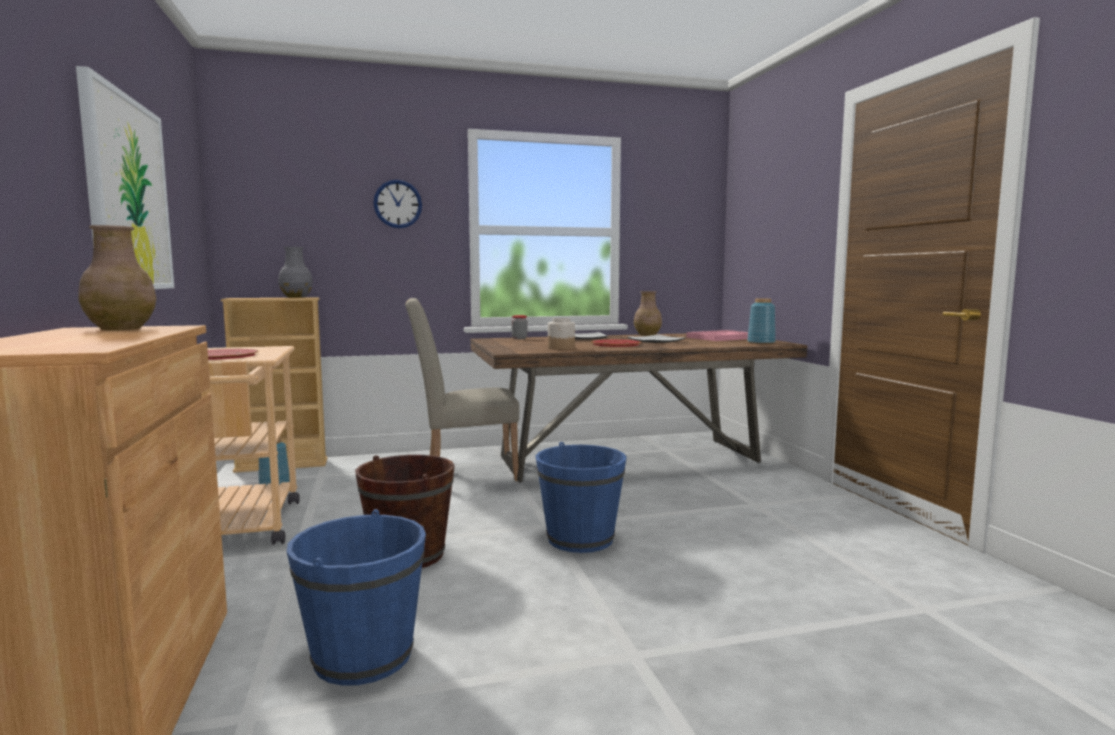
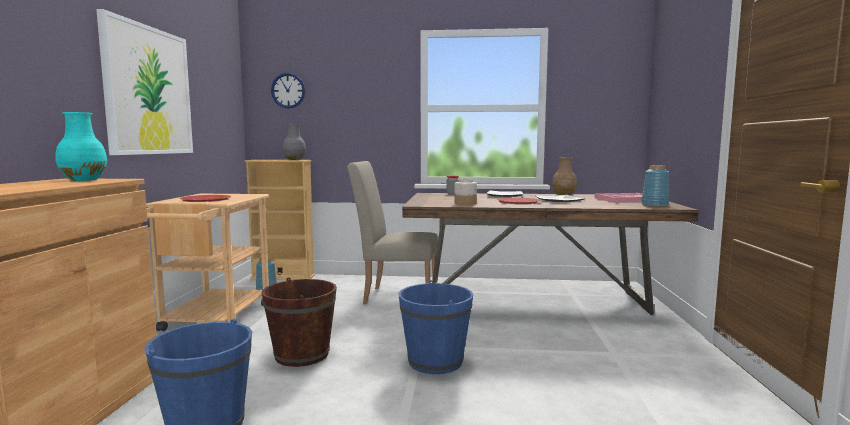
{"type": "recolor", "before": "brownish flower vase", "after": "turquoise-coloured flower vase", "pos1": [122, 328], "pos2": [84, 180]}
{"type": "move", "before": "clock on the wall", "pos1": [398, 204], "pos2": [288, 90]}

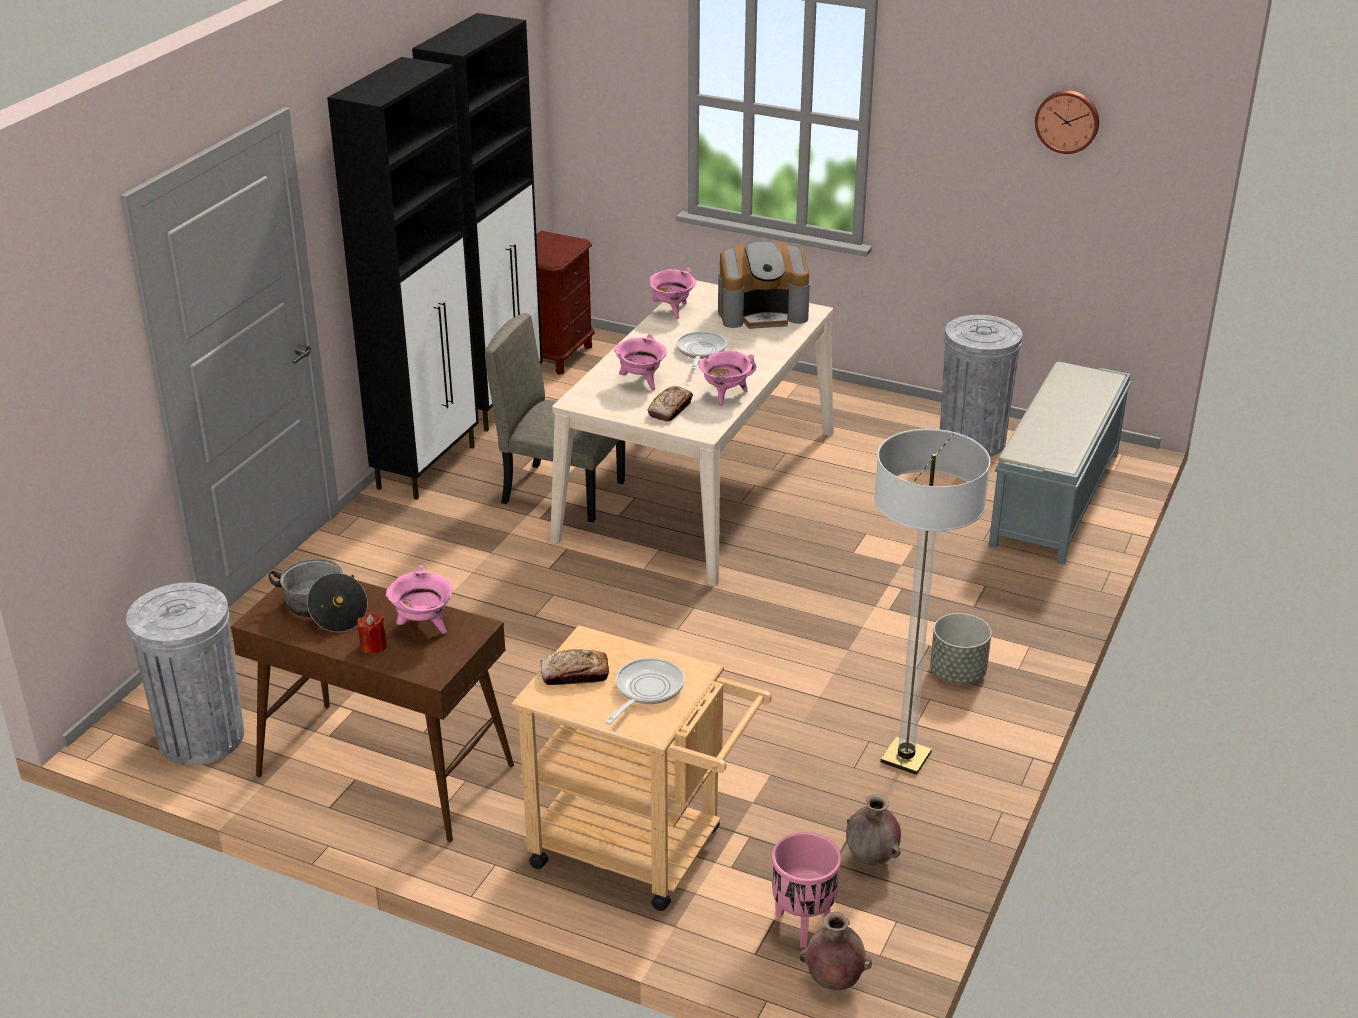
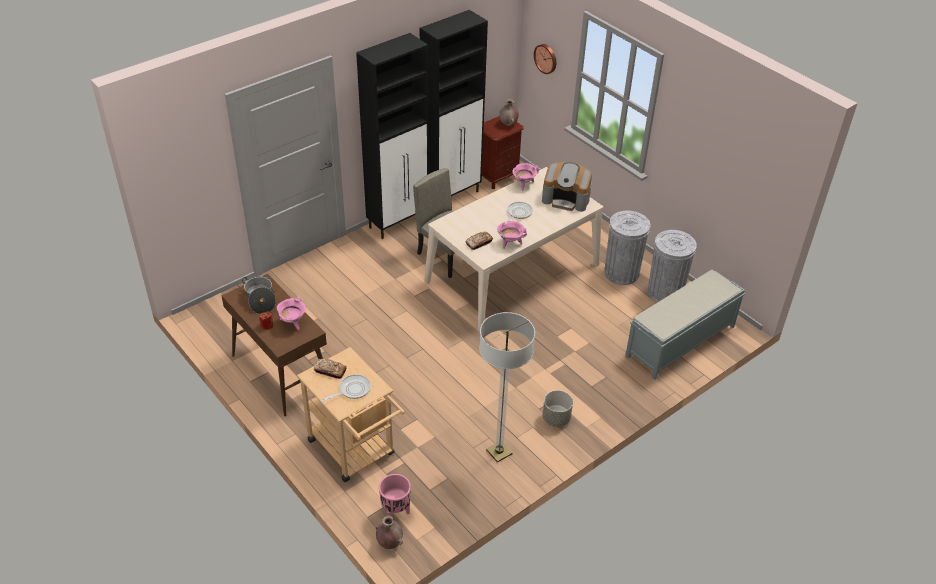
{"type": "move", "before": "brownish flower vase", "pos1": [871, 858], "pos2": [508, 124]}
{"type": "move", "before": "clock on the wall", "pos1": [1067, 121], "pos2": [546, 58]}
{"type": "move", "before": "gray rubbish bin", "pos1": [201, 737], "pos2": [621, 273]}
{"type": "delete", "before": "pinkish stockpot", "pos1": [641, 382]}

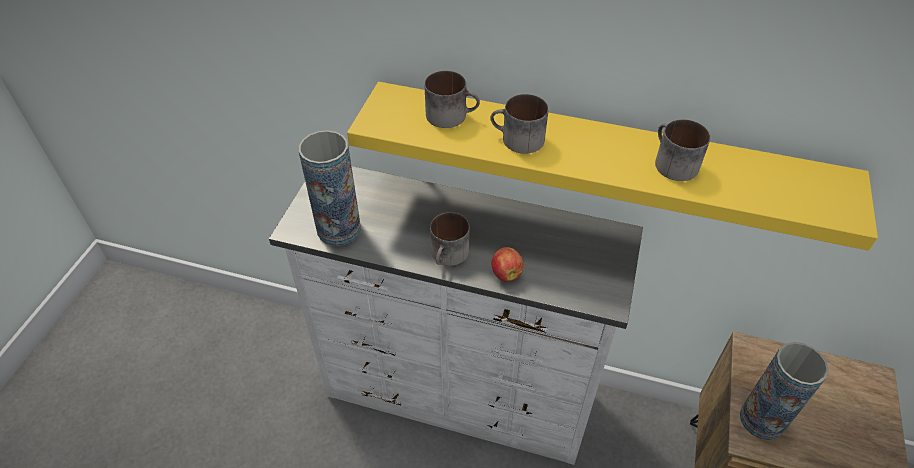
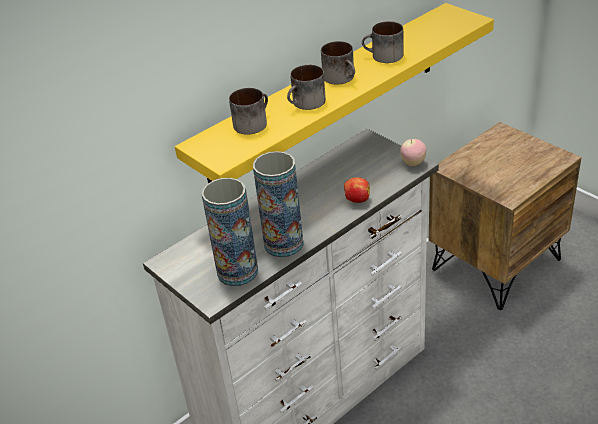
{"type": "move", "before": "flower vase", "pos1": [762, 419], "pos2": [283, 244]}
{"type": "move", "before": "tea mug", "pos1": [449, 256], "pos2": [342, 77]}
{"type": "insert", "after": "whole apple", "pos2": [413, 163]}

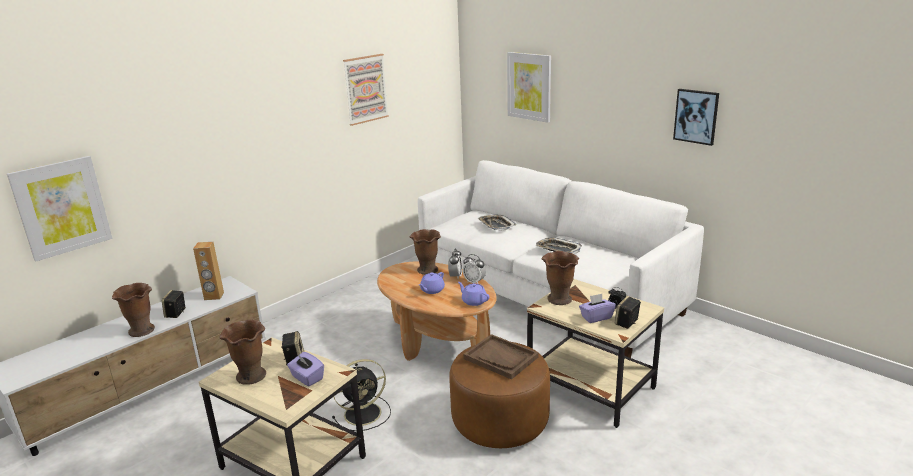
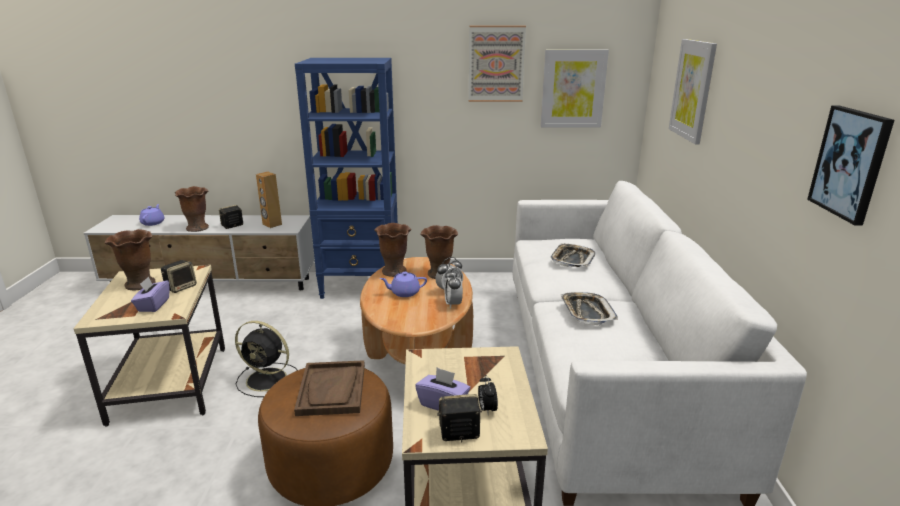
{"type": "move", "before": "purple teapot", "pos1": [473, 301], "pos2": [153, 223]}
{"type": "insert", "after": "blue shelving unit", "pos2": [361, 286]}
{"type": "move", "before": "brownish flower vase", "pos1": [559, 299], "pos2": [394, 271]}
{"type": "move", "before": "wall picture", "pos1": [61, 207], "pos2": [573, 89]}

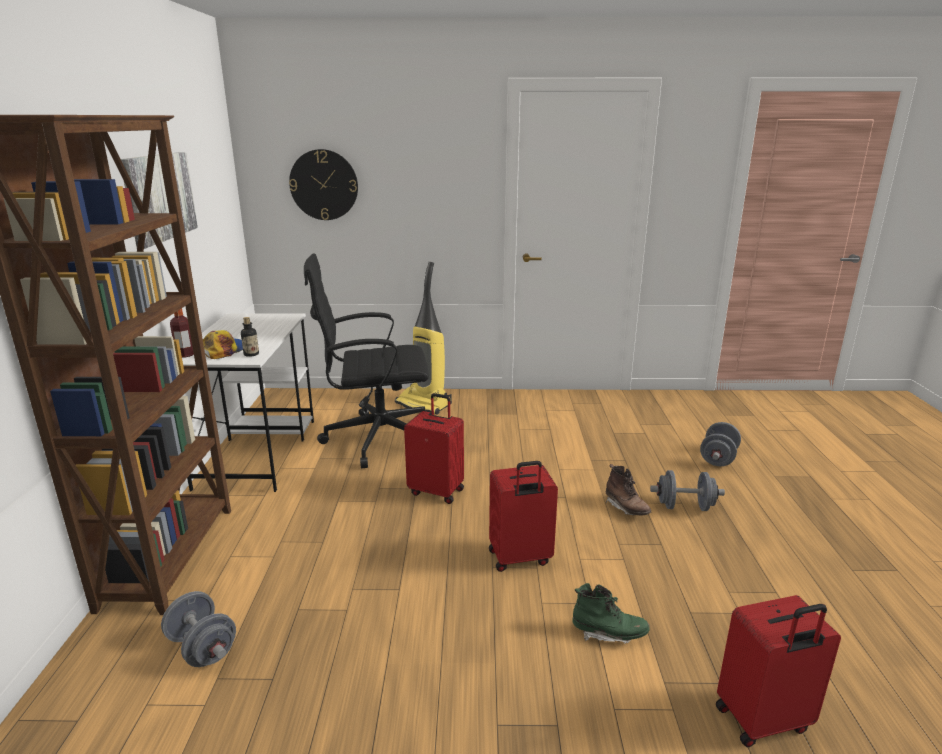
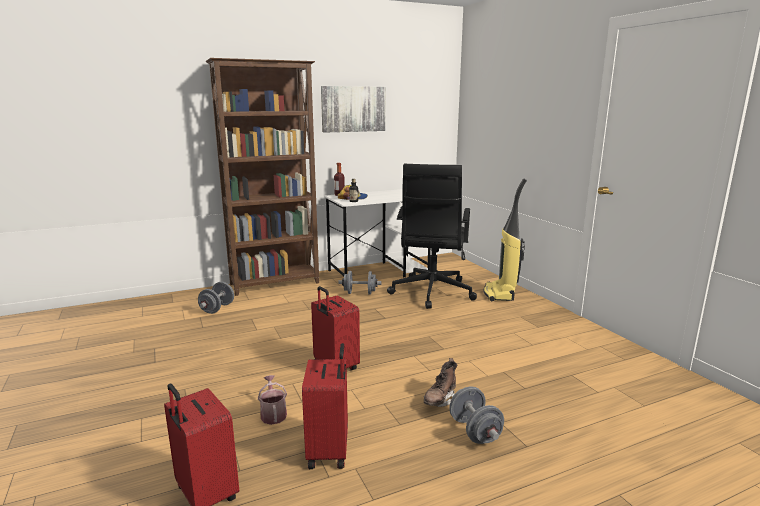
{"type": "replace", "before": "green-coloured boot", "after": "sprinkling can", "pos1": [608, 633], "pos2": [273, 414]}
{"type": "move", "before": "red travel case", "pos1": [437, 491], "pos2": [329, 451]}
{"type": "move", "before": "gray free weight", "pos1": [718, 458], "pos2": [360, 293]}
{"type": "rotate", "before": "blackish computer chair", "pos1": [376, 438], "pos2": [431, 293], "turn": -135}
{"type": "delete", "before": "clock on the wall", "pos1": [324, 185]}

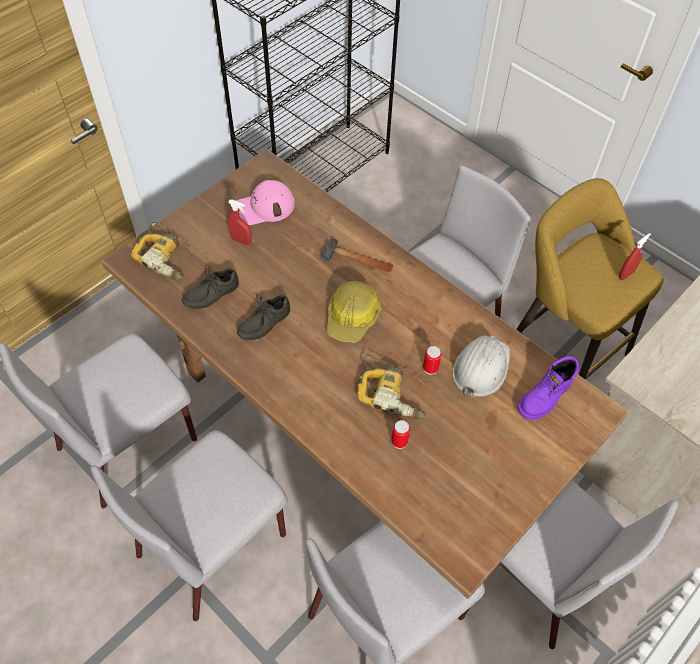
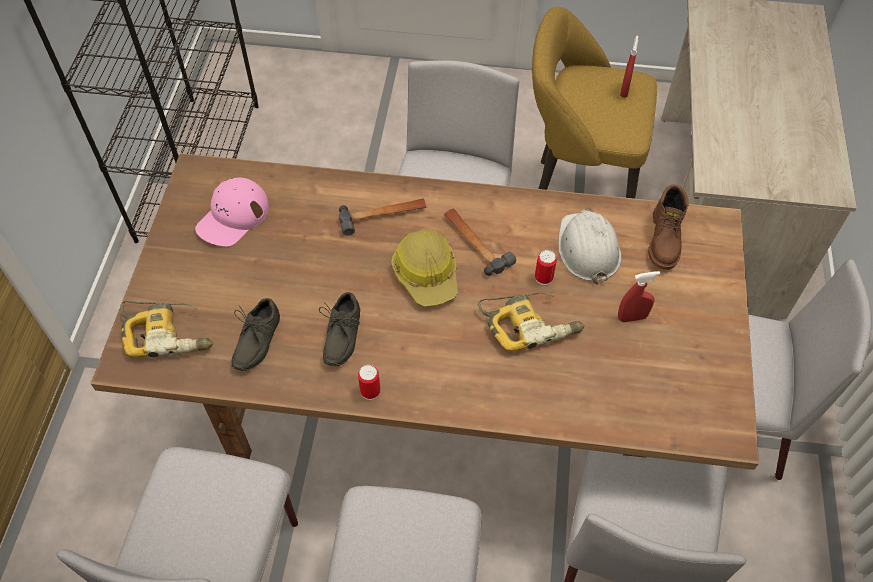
{"type": "move", "before": "metal can", "pos1": [399, 441], "pos2": [370, 391]}
{"type": "insert", "after": "hand hammer", "pos2": [475, 243]}
{"type": "move", "before": "red sprayer", "pos1": [241, 240], "pos2": [632, 317]}
{"type": "recolor", "before": "purple boot", "after": "brownish boot", "pos1": [546, 397], "pos2": [665, 240]}

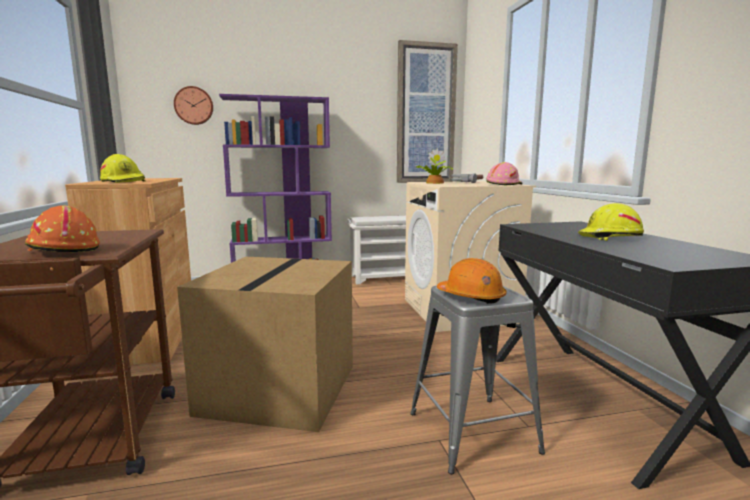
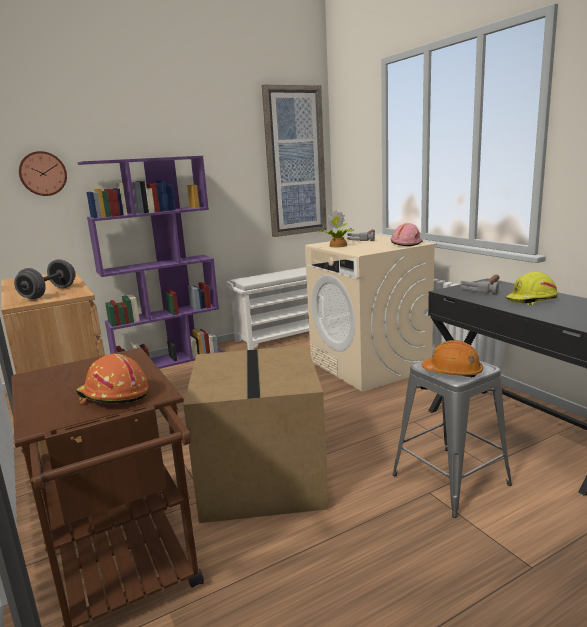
{"type": "replace", "before": "yellow safety helmet", "after": "gray free weight", "pos1": [124, 181], "pos2": [49, 293]}
{"type": "insert", "after": "hand hammer", "pos2": [483, 288]}

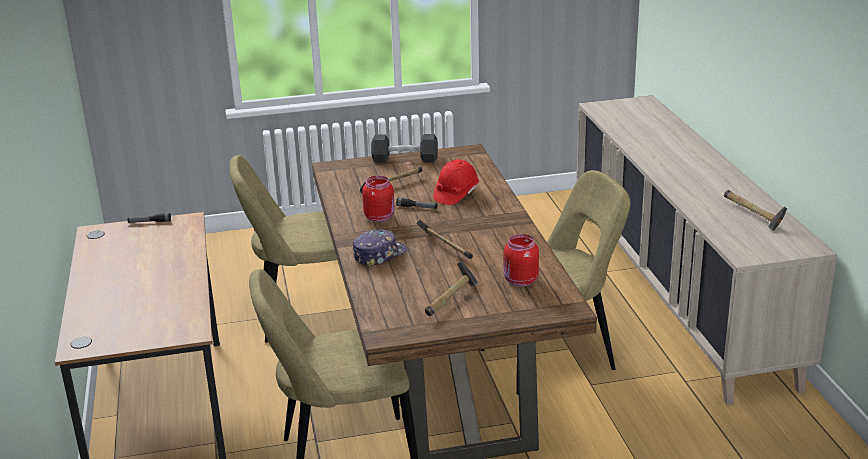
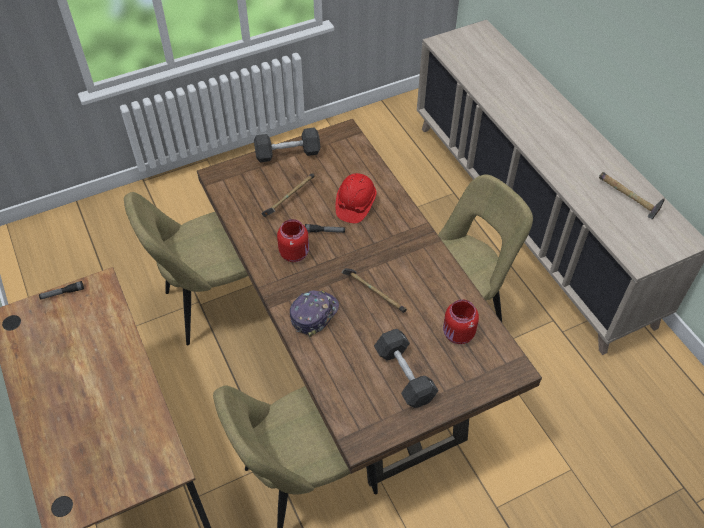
{"type": "replace", "before": "hand hammer", "after": "blackish free weight", "pos1": [451, 300], "pos2": [404, 375]}

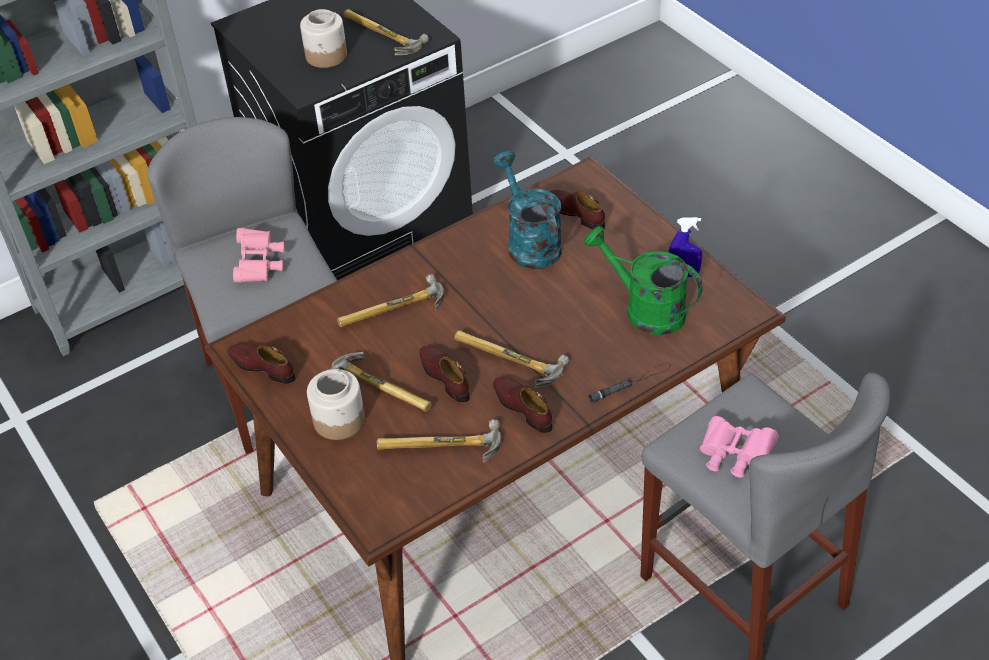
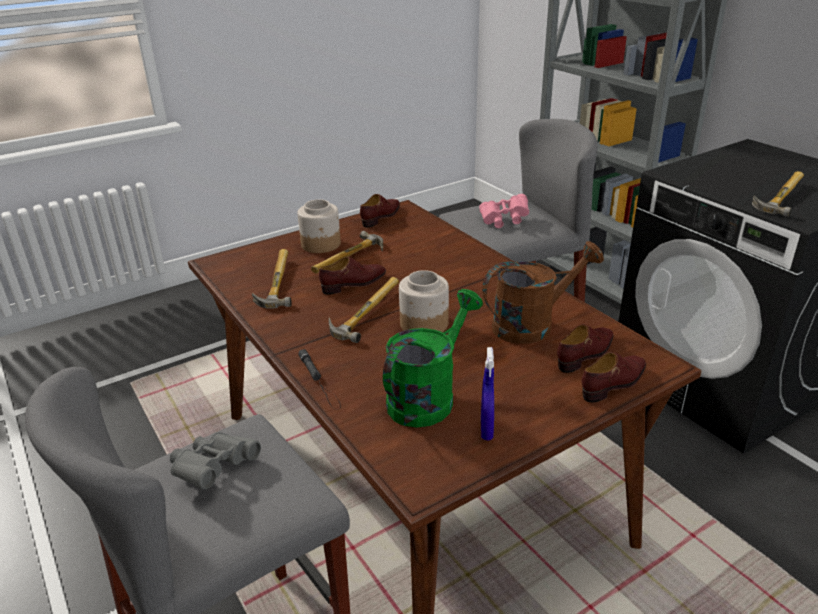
{"type": "recolor", "before": "pinkish field glasses", "after": "gray field glasses", "pos1": [733, 456], "pos2": [214, 469]}
{"type": "move", "before": "storage jar", "pos1": [326, 56], "pos2": [423, 324]}
{"type": "recolor", "before": "turquoise-coloured sprinkling can", "after": "brownish sprinkling can", "pos1": [529, 242], "pos2": [532, 324]}
{"type": "move", "before": "brownish shoe", "pos1": [522, 408], "pos2": [614, 383]}
{"type": "delete", "before": "hand hammer", "pos1": [395, 313]}

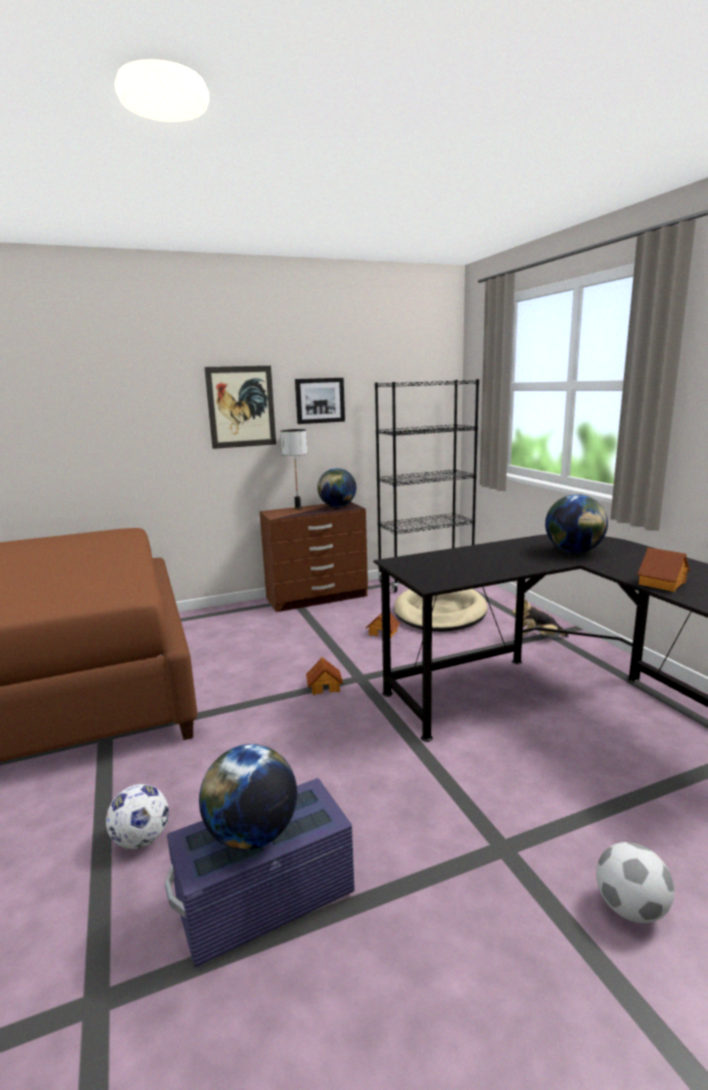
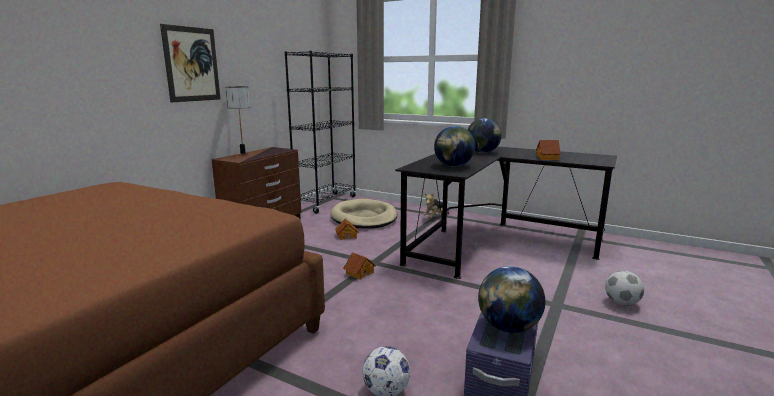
{"type": "move", "before": "globe", "pos1": [337, 506], "pos2": [453, 166]}
{"type": "delete", "before": "wall picture", "pos1": [319, 400]}

